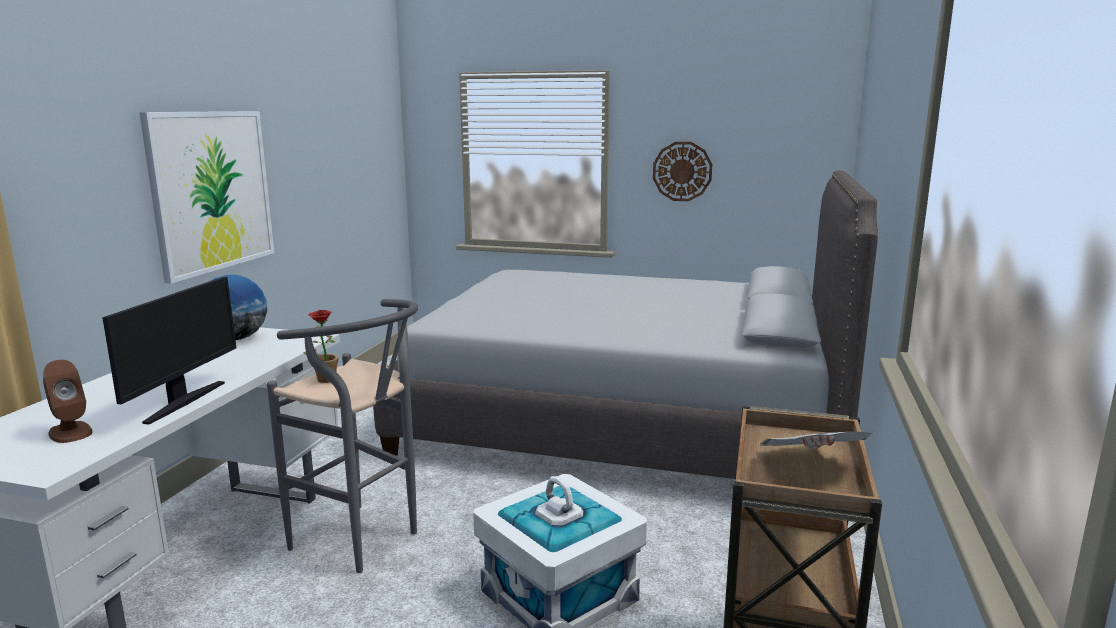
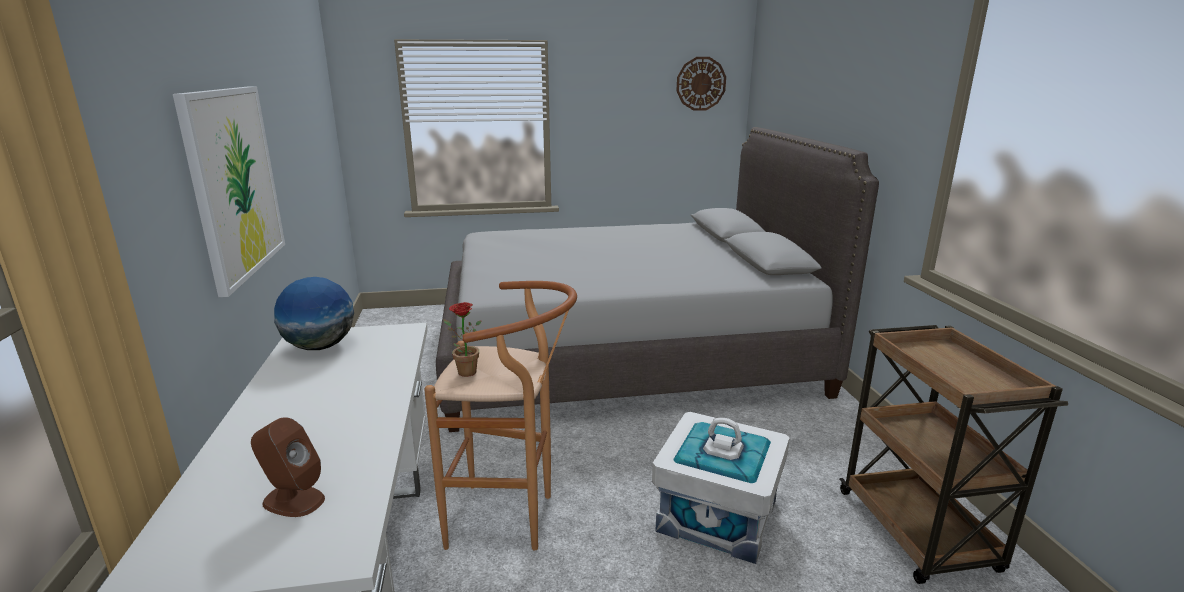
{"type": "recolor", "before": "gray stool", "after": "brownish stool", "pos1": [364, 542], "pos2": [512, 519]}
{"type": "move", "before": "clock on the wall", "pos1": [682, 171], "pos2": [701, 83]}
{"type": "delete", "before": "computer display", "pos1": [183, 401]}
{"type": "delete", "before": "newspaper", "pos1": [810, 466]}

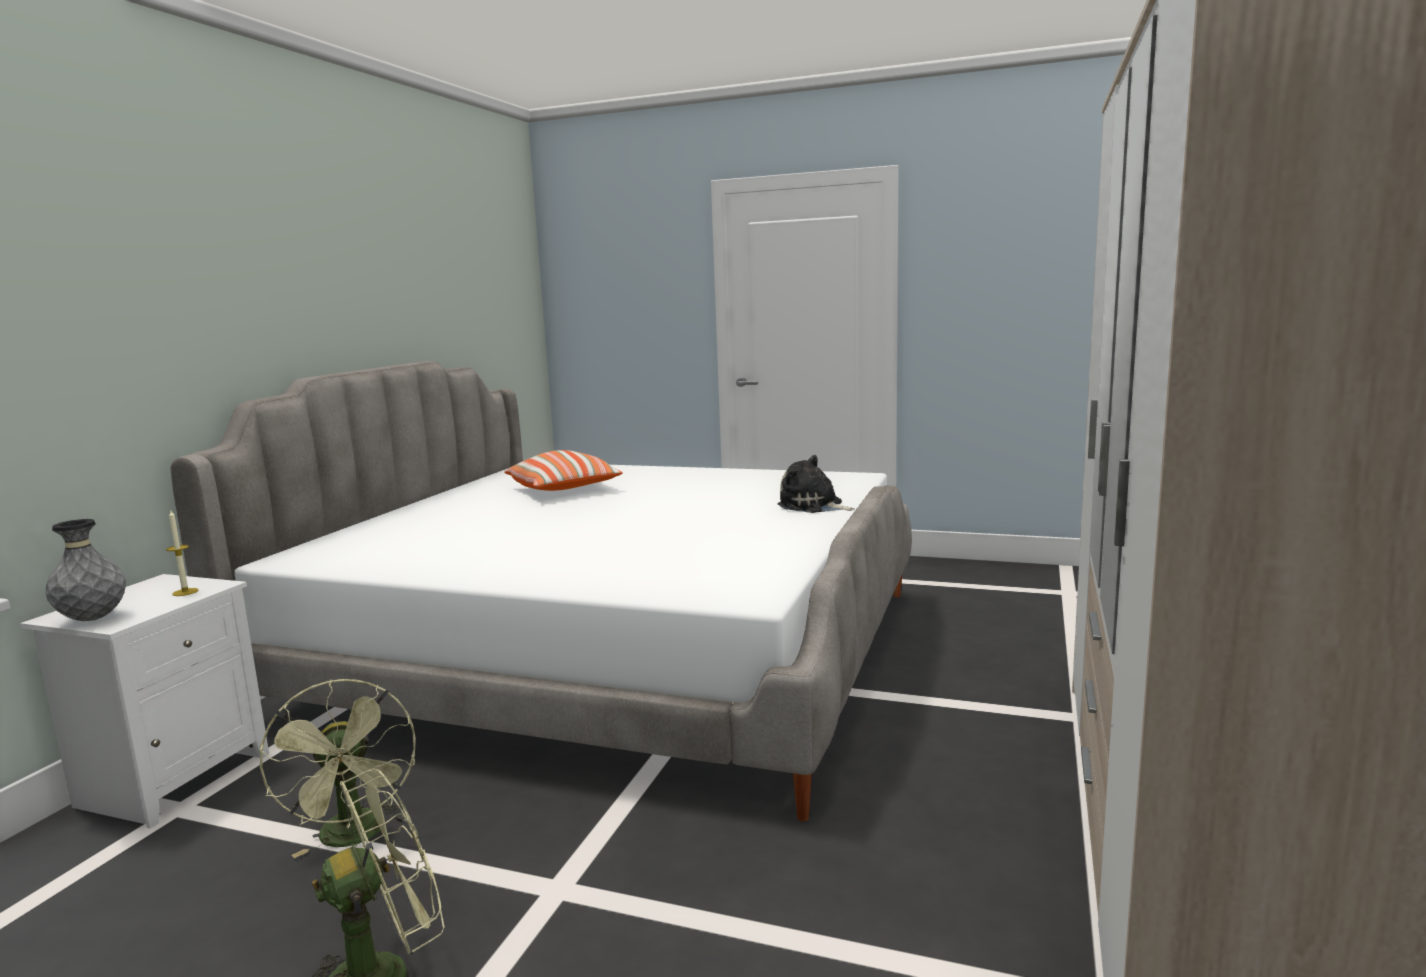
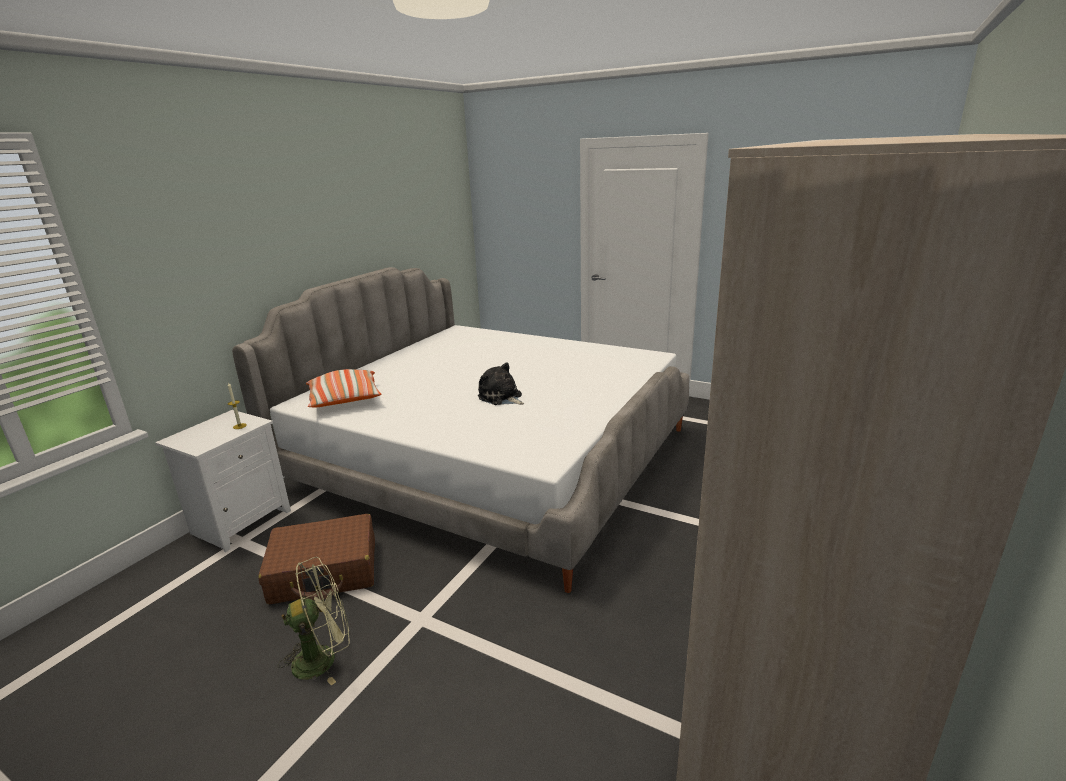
{"type": "replace", "before": "green-coloured electric fan", "after": "brownish travel case", "pos1": [356, 837], "pos2": [325, 571]}
{"type": "move", "before": "cushion", "pos1": [564, 490], "pos2": [345, 400]}
{"type": "move", "before": "plush toy", "pos1": [813, 506], "pos2": [501, 397]}
{"type": "delete", "before": "gray flower vase", "pos1": [92, 619]}

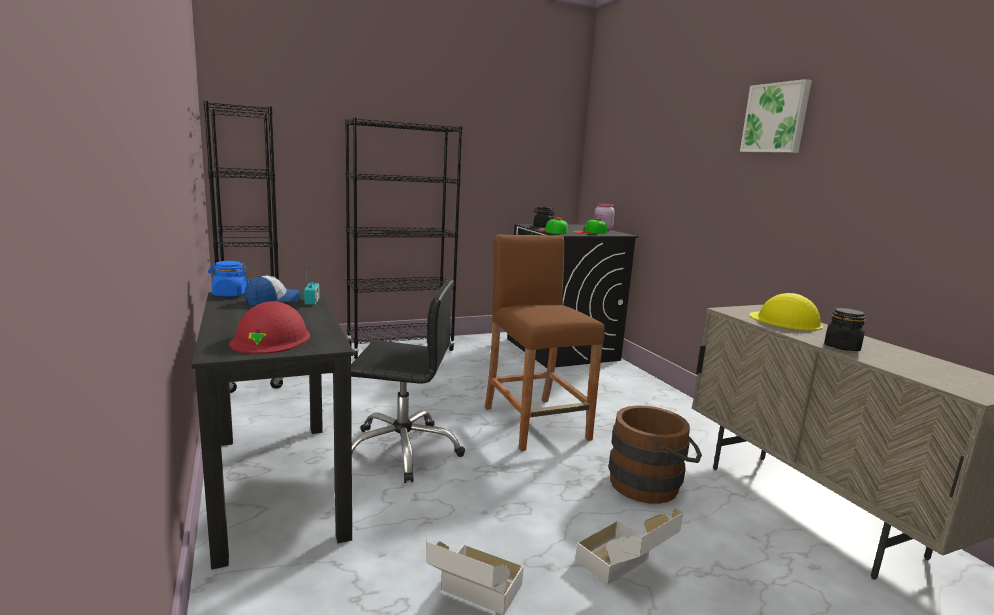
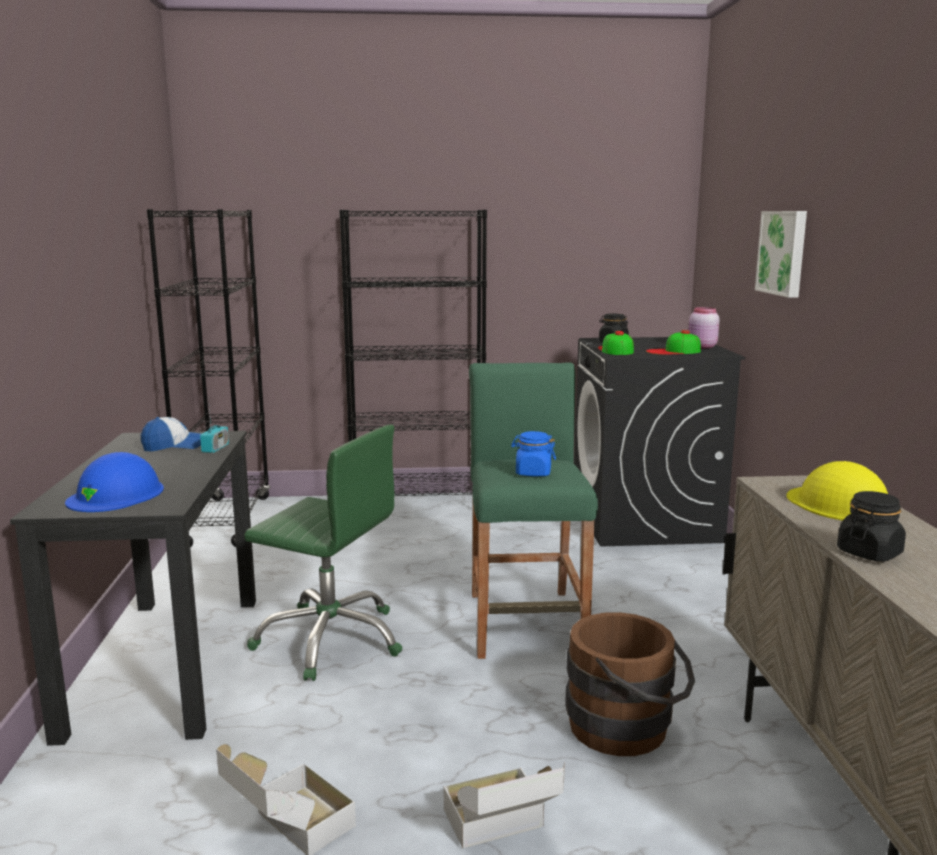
{"type": "recolor", "before": "red safety helmet", "after": "blue safety helmet", "pos1": [271, 339], "pos2": [116, 495]}
{"type": "recolor", "before": "blackish computer chair", "after": "green-coloured computer chair", "pos1": [403, 450], "pos2": [330, 639]}
{"type": "recolor", "before": "brownish stool", "after": "green-coloured stool", "pos1": [535, 423], "pos2": [526, 623]}
{"type": "move", "before": "blue storage jar", "pos1": [229, 294], "pos2": [533, 473]}
{"type": "move", "before": "wall picture", "pos1": [776, 118], "pos2": [784, 252]}

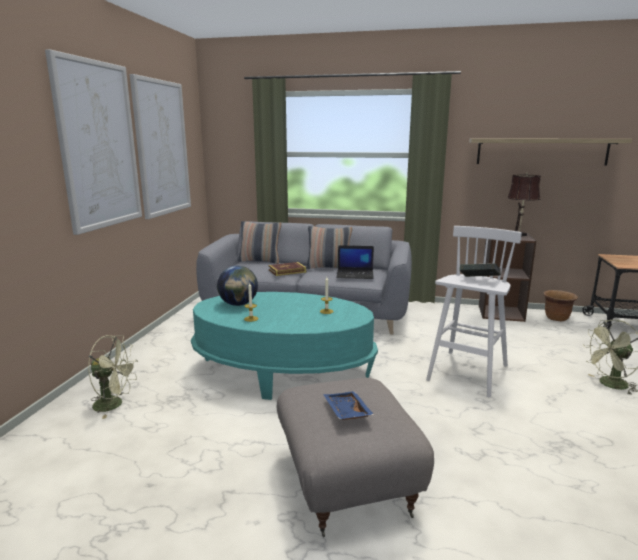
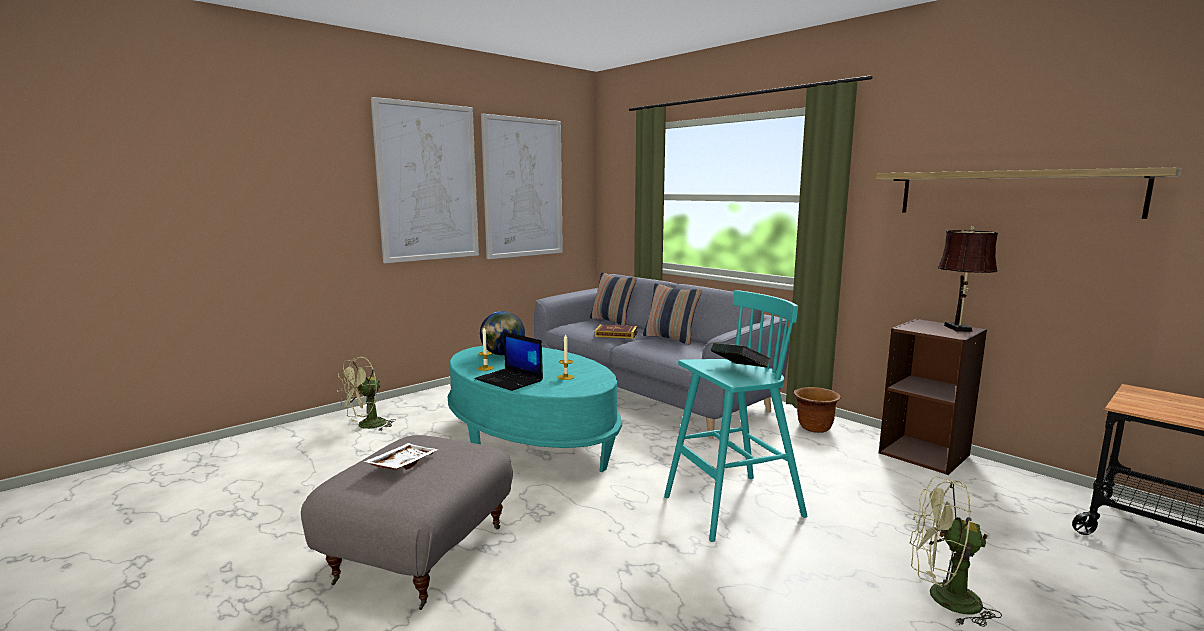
{"type": "rotate", "before": "green-coloured electric fan", "pos1": [114, 404], "pos2": [367, 426], "turn": 90}
{"type": "recolor", "before": "blue serving tray", "after": "white serving tray", "pos1": [346, 412], "pos2": [402, 464]}
{"type": "move", "before": "laptop", "pos1": [355, 275], "pos2": [510, 380]}
{"type": "recolor", "before": "white stool", "after": "turquoise-coloured stool", "pos1": [467, 373], "pos2": [731, 507]}
{"type": "move", "before": "brownish planter", "pos1": [557, 318], "pos2": [814, 428]}

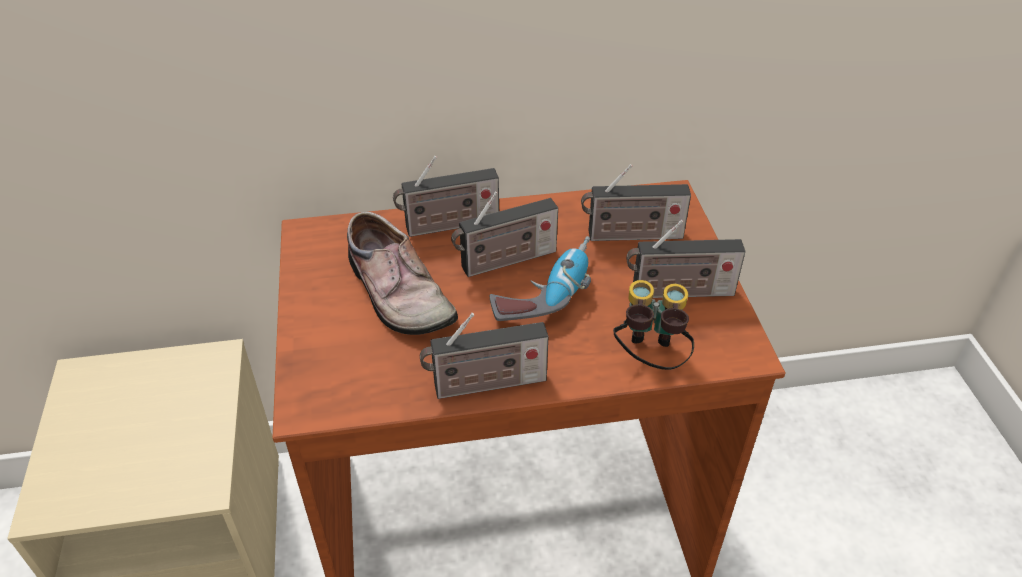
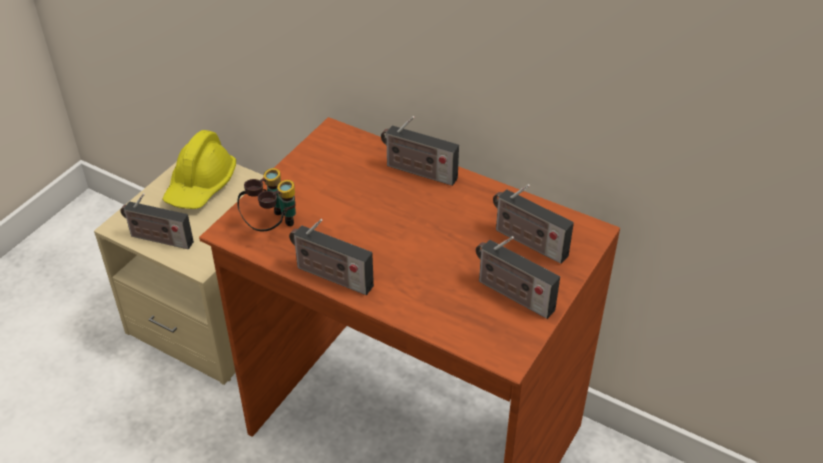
{"type": "move", "before": "radio", "pos1": [505, 261], "pos2": [158, 239]}
{"type": "insert", "after": "yellow safety helmet", "pos2": [201, 185]}
{"type": "move", "before": "field glasses", "pos1": [649, 358], "pos2": [271, 226]}
{"type": "delete", "before": "shoe", "pos1": [395, 293]}
{"type": "delete", "before": "electric drill", "pos1": [546, 291]}

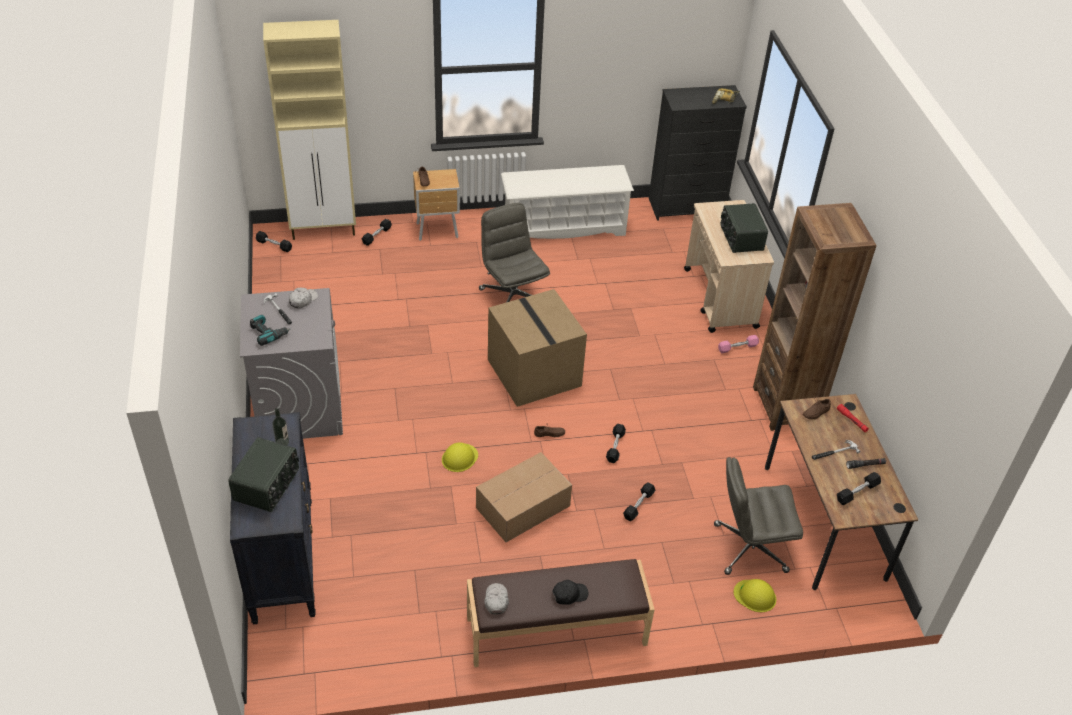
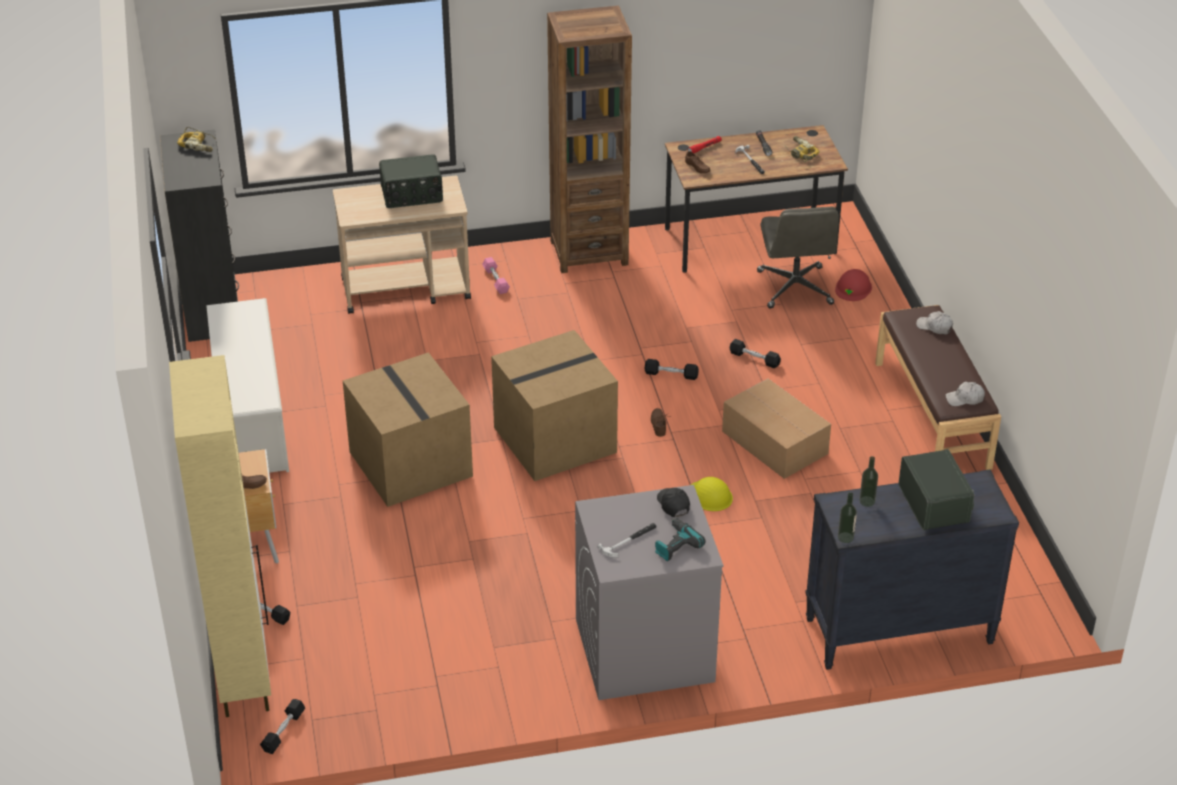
{"type": "replace", "before": "gray computer chair", "after": "carton", "pos1": [512, 297], "pos2": [408, 463]}
{"type": "move", "before": "blackish baseball cap", "pos1": [569, 594], "pos2": [673, 505]}
{"type": "replace", "before": "blackish free weight", "after": "electric drill", "pos1": [857, 492], "pos2": [799, 153]}
{"type": "recolor", "before": "yellow safety helmet", "after": "red safety helmet", "pos1": [755, 596], "pos2": [853, 288]}
{"type": "insert", "after": "drink bottle", "pos2": [845, 537]}
{"type": "rotate", "before": "radio", "pos1": [267, 485], "pos2": [934, 504], "turn": 60}
{"type": "move", "before": "white baseball cap", "pos1": [303, 300], "pos2": [934, 327]}

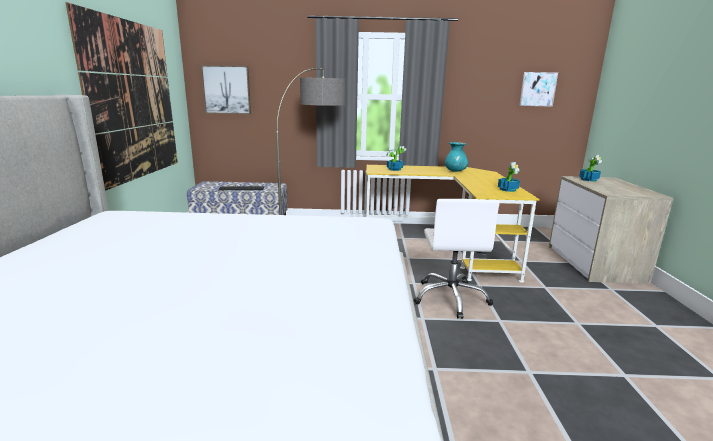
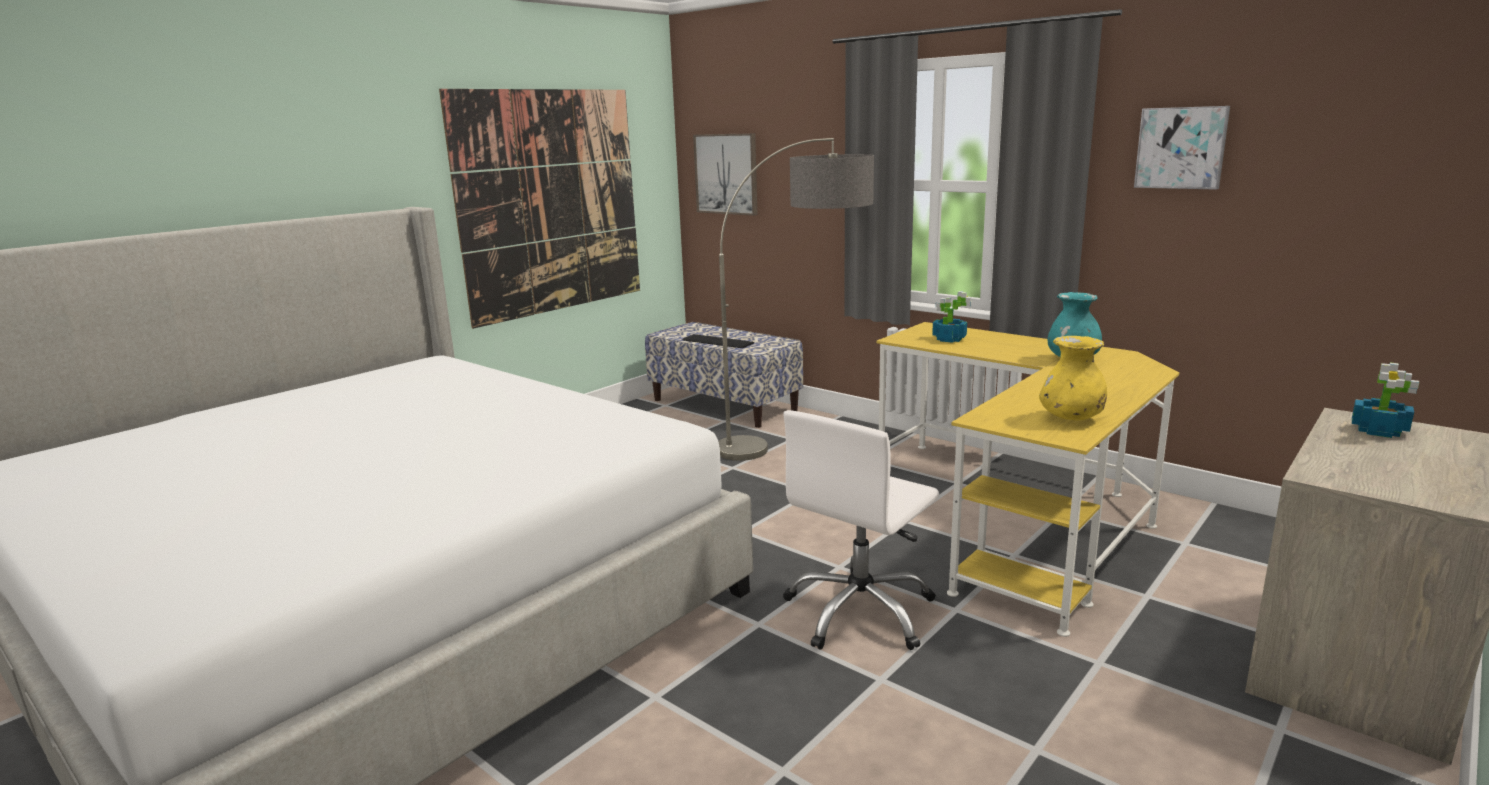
{"type": "replace", "before": "plant in a pot", "after": "yellow flower vase", "pos1": [508, 190], "pos2": [1071, 418]}
{"type": "move", "before": "wall picture", "pos1": [537, 89], "pos2": [1181, 148]}

